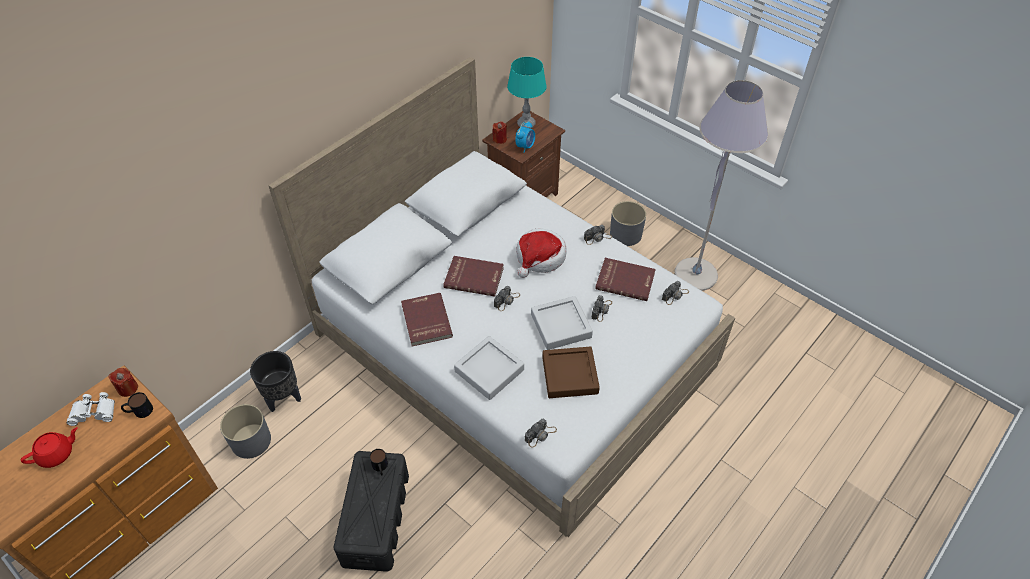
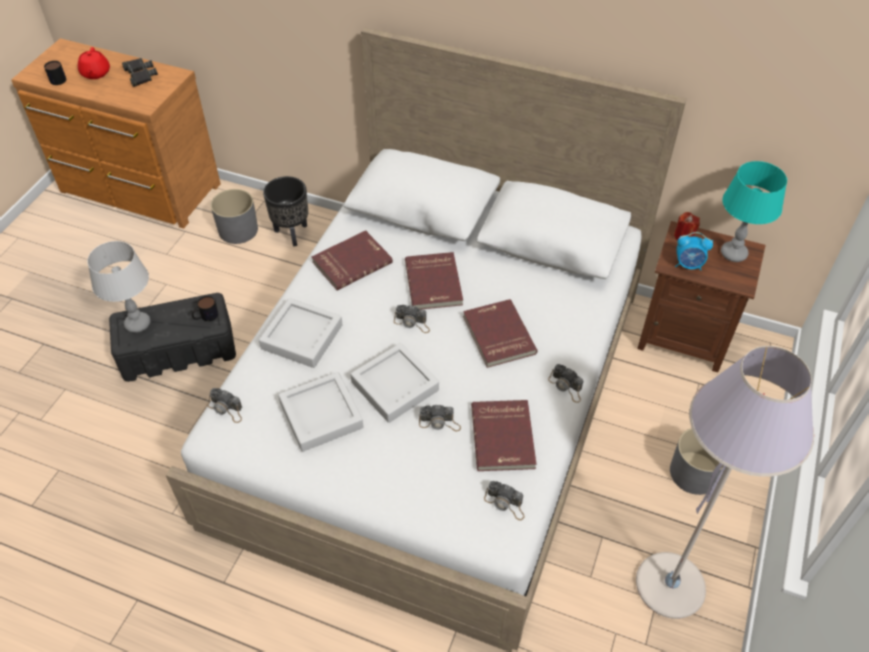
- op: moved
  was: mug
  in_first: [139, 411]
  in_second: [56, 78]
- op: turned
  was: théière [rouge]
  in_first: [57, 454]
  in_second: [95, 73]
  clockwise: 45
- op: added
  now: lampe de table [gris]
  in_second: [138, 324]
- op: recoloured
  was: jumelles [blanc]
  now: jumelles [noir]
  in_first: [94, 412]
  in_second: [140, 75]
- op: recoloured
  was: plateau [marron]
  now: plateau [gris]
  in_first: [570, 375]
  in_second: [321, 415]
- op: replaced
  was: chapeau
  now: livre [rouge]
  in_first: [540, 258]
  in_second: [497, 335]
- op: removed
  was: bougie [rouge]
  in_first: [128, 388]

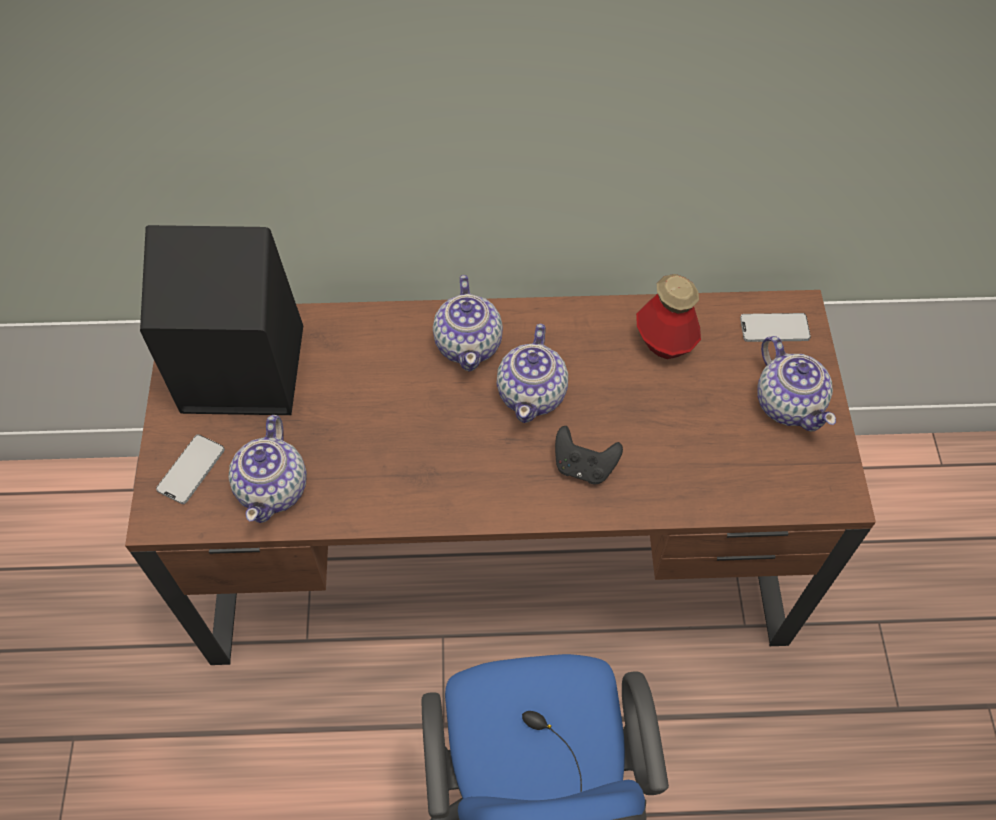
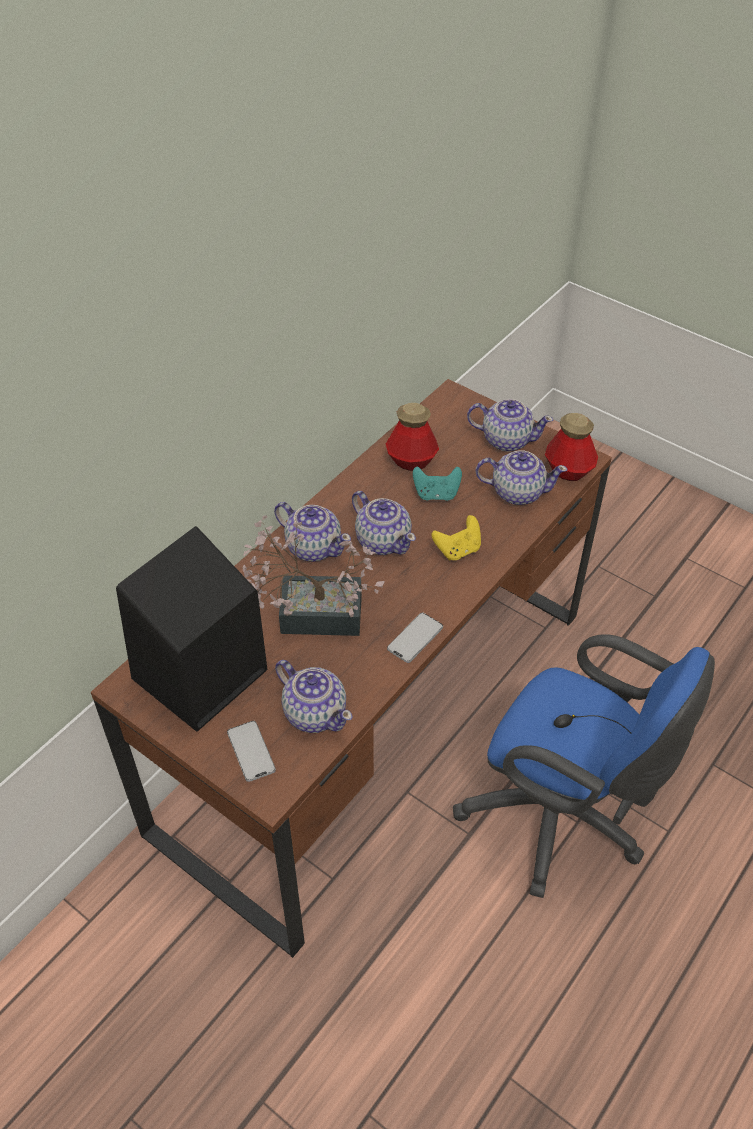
- op: added
  now: plante en pot
  in_second: [310, 613]
- op: moved
  was: téléphone
  in_first: [774, 328]
  in_second: [415, 638]
- op: added
  now: manette [turquoise]
  in_second: [436, 494]
- op: recoloured
  was: manette [noir]
  now: manette [jaune]
  in_first: [583, 466]
  in_second: [458, 550]
- op: added
  now: théière
  in_second: [517, 492]
- op: added
  now: bouteille
  in_second: [568, 470]

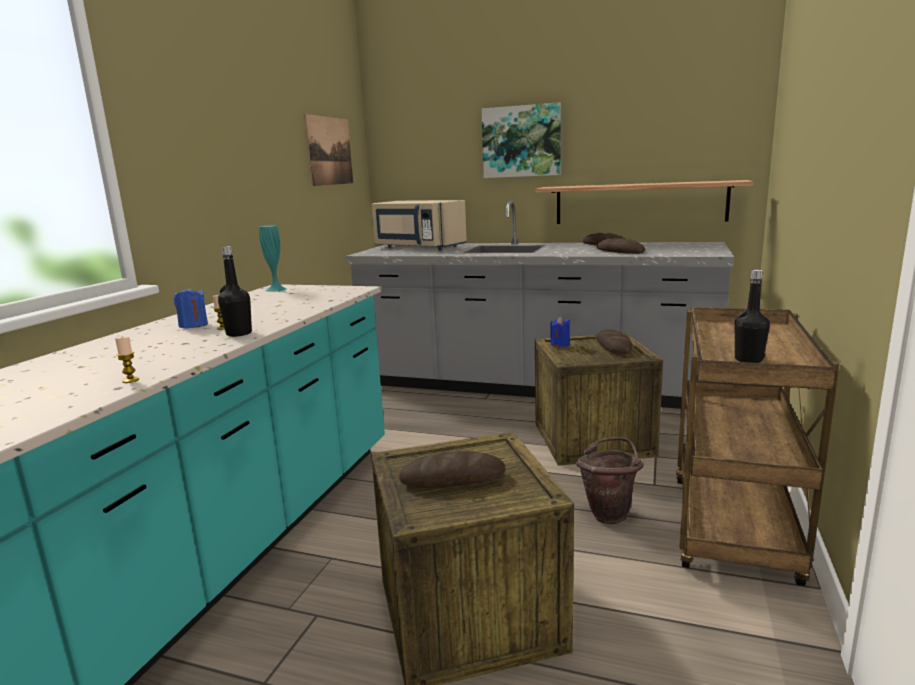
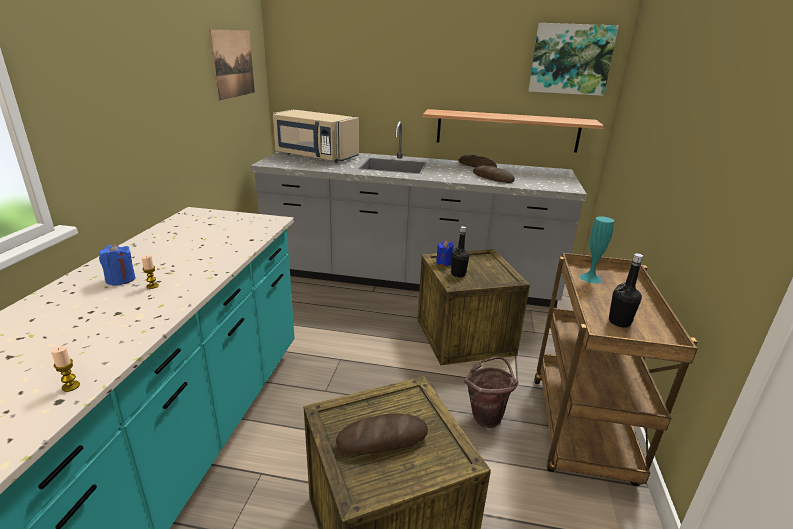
- op: moved
  was: bouteille [noir]
  in_first: [239, 333]
  in_second: [458, 274]
- op: moved
  was: tableau
  in_first: [521, 141]
  in_second: [571, 59]
- op: moved
  was: vase [turquoise]
  in_first: [276, 289]
  in_second: [590, 278]
- op: removed
  was: pain
  in_first: [613, 346]

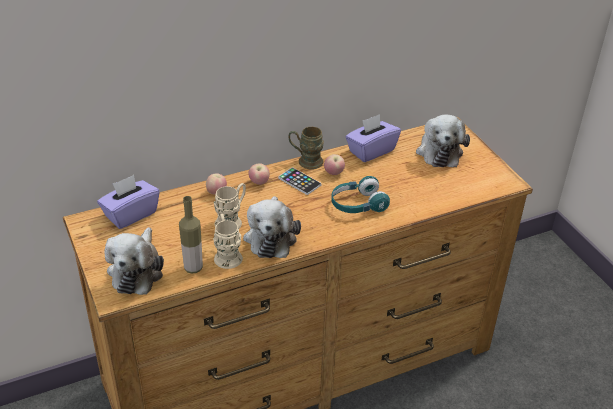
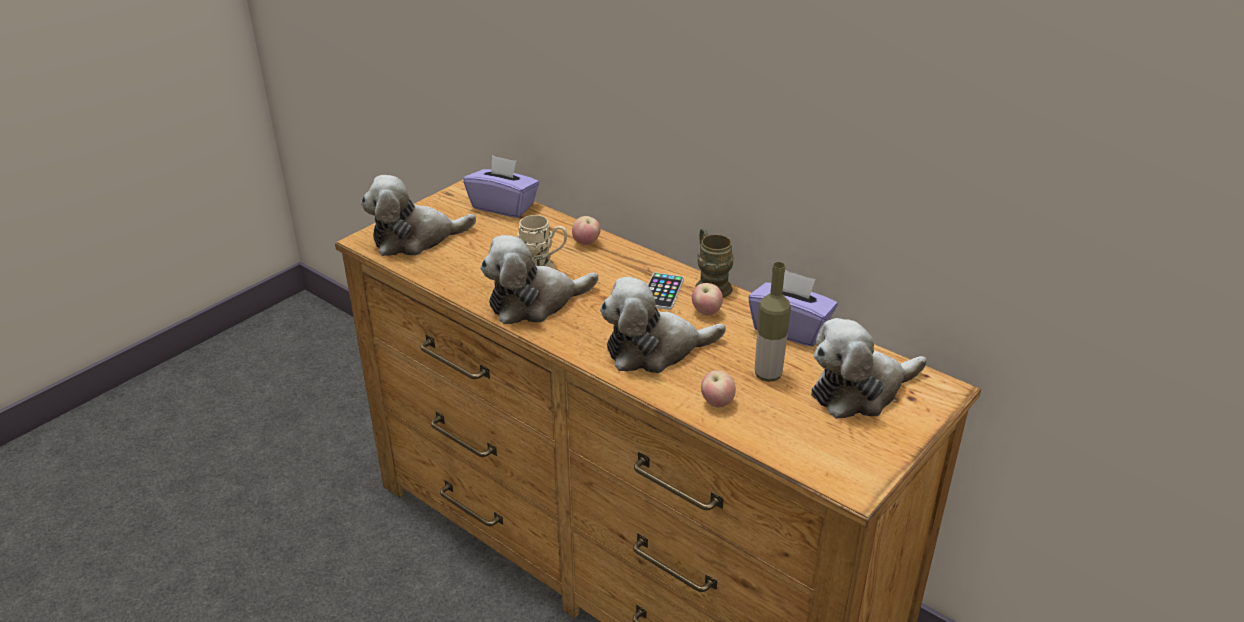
- op: replaced
  was: casque audio [turquoise]
  now: peluche
  in_first: [357, 205]
  in_second: [655, 350]
- op: moved
  was: pomme
  in_first: [259, 182]
  in_second: [717, 403]
- op: moved
  was: bouteille
  in_first: [193, 268]
  in_second: [768, 375]
- op: removed
  was: mug [beige]
  in_first: [227, 254]

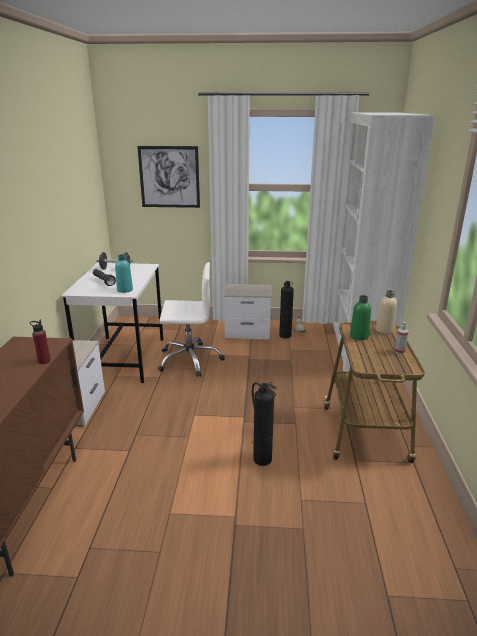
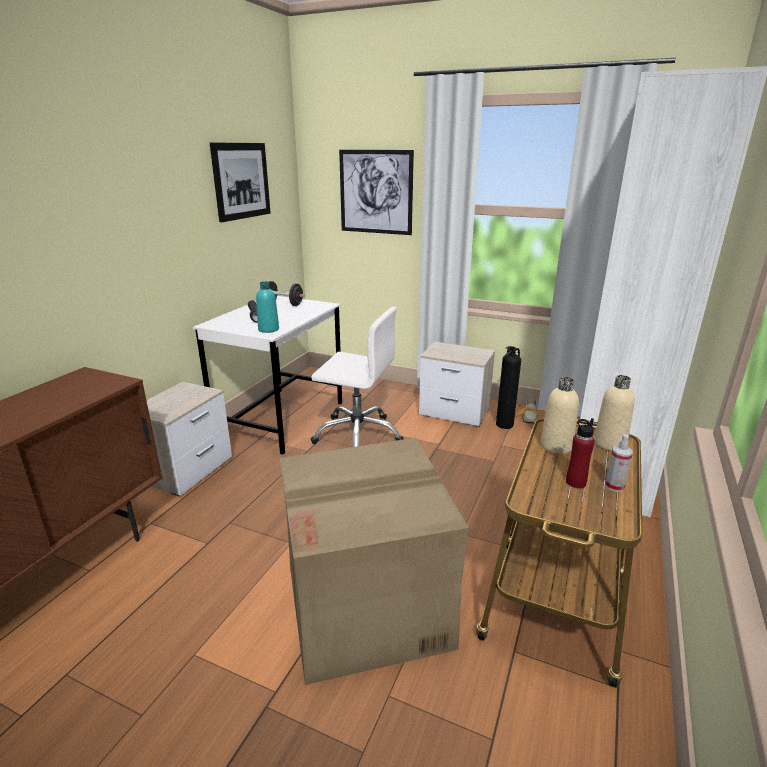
- op: added
  now: tableau
  in_second: [241, 181]
- op: replaced
  was: extincteur
  now: carton
  in_first: [261, 459]
  in_second: [368, 605]
- op: recoloured
  was: bouteille [vert]
  now: bouteille [beige]
  in_first: [359, 336]
  in_second: [556, 446]
- op: moved
  was: bouteille [rouge]
  in_first: [44, 361]
  in_second: [575, 482]

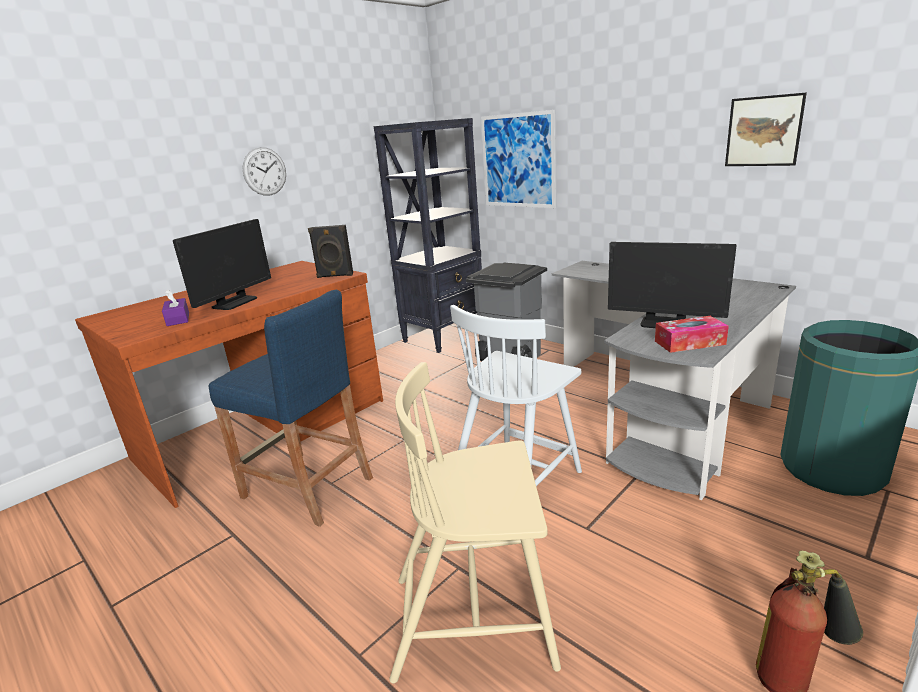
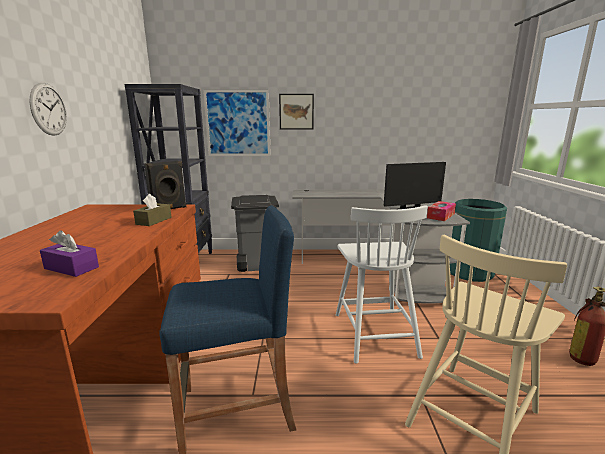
- op: added
  now: boîte à mouchoirs [marron]
  in_second: [154, 221]
- op: moved
  was: tableau
  in_first: [763, 131]
  in_second: [296, 111]
- op: removed
  was: écran d'ordinateur
  in_first: [234, 303]

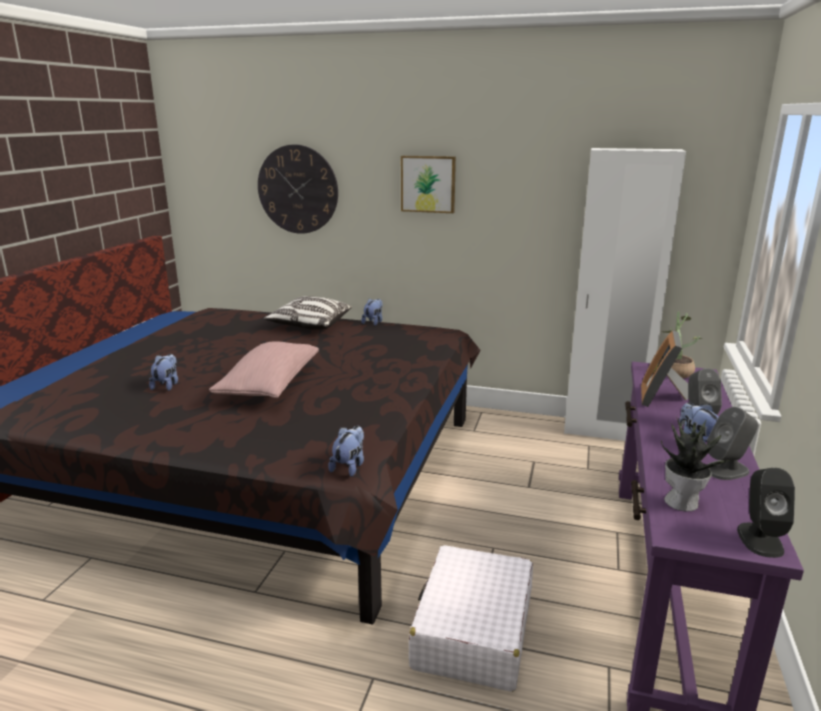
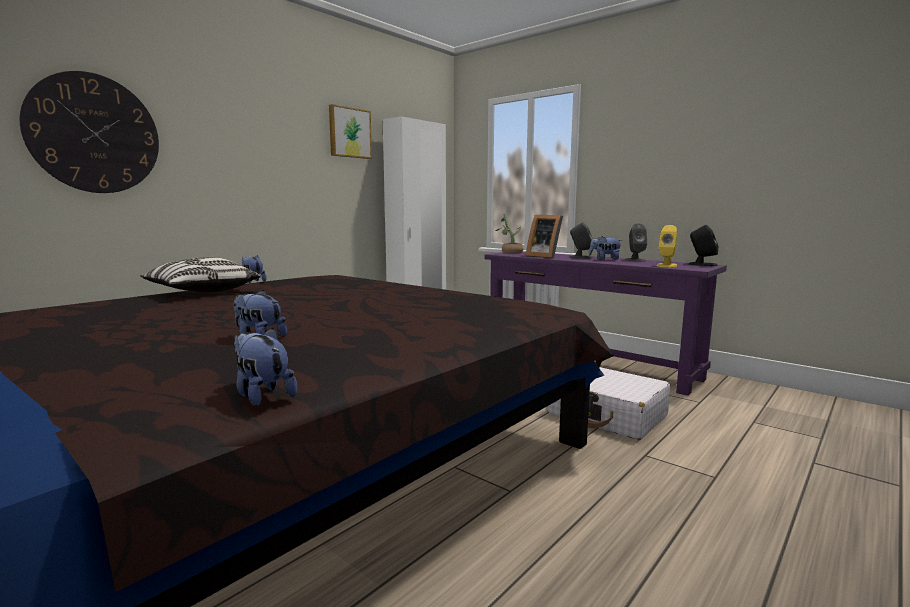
- op: moved
  was: peluche
  in_first: [349, 466]
  in_second: [262, 395]
- op: moved
  was: tableau
  in_first: [428, 184]
  in_second: [349, 133]
- op: replaced
  was: plante en pot
  now: enceinte [jaune]
  in_first: [682, 502]
  in_second: [666, 265]
- op: removed
  was: coussin [rose]
  in_first: [269, 385]

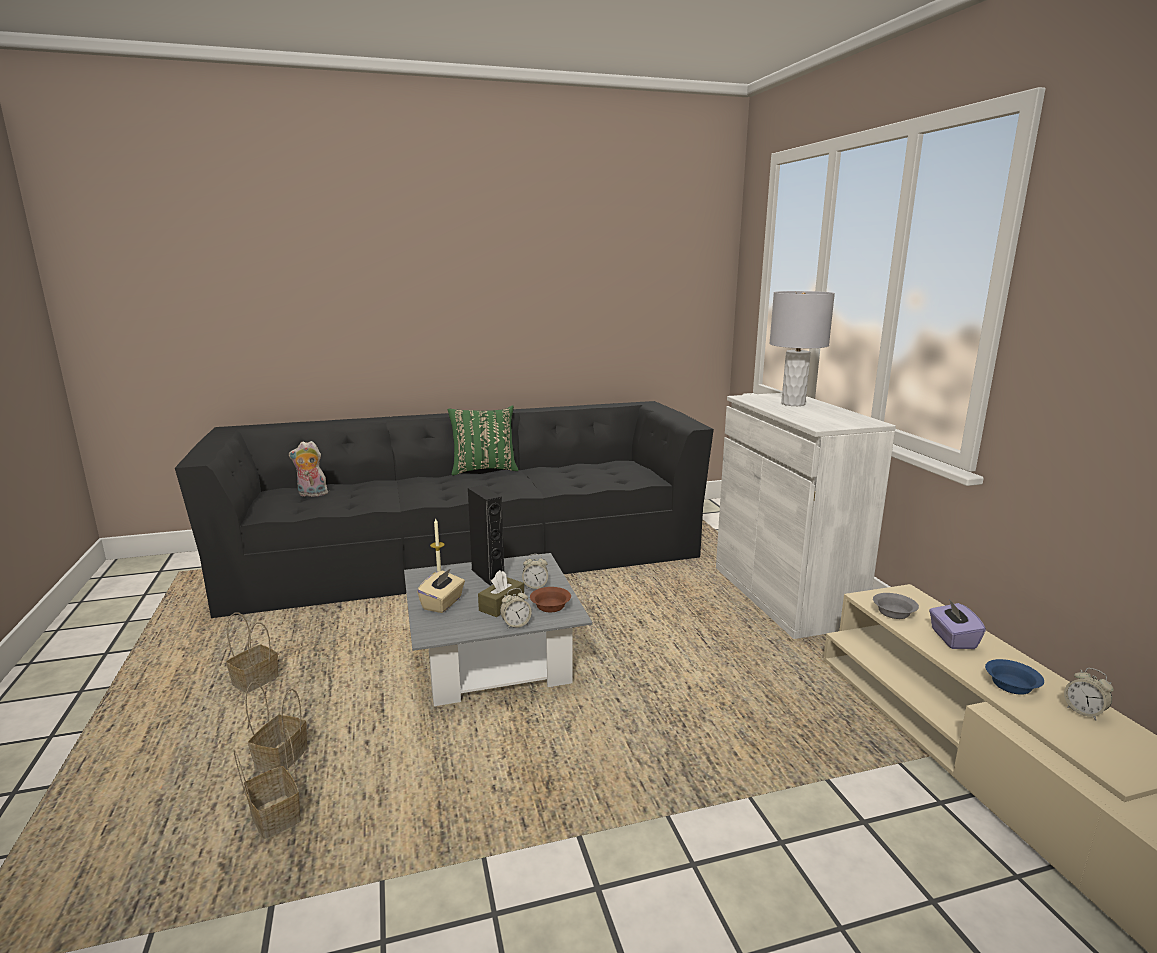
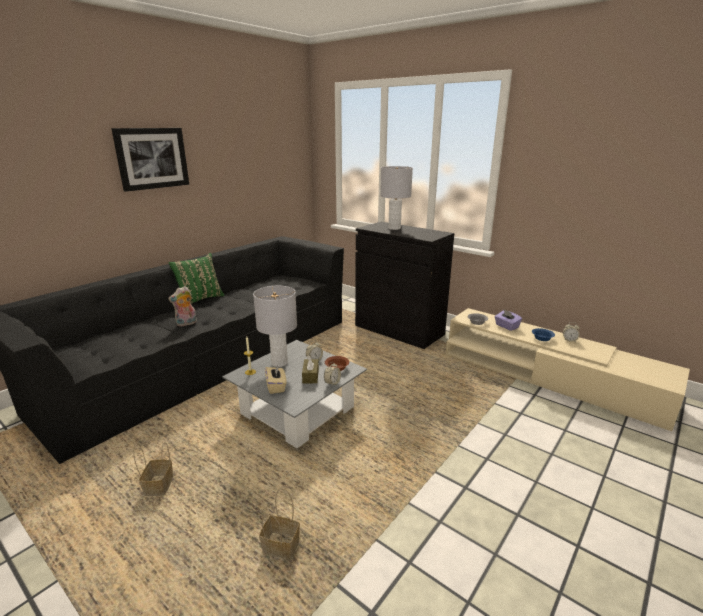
- op: added
  now: tableau
  in_second: [152, 158]
- op: moved
  was: peluche
  in_first: [311, 494]
  in_second: [186, 324]
- op: replaced
  was: enceinte [noir]
  now: lampe de table [gris]
  in_first: [488, 575]
  in_second: [279, 362]
- op: recoloured
  was: meuble de rangement [blanc]
  now: meuble de rangement [noir]
  in_first: [784, 596]
  in_second: [399, 330]
- op: removed
  was: panier
  in_first: [282, 757]

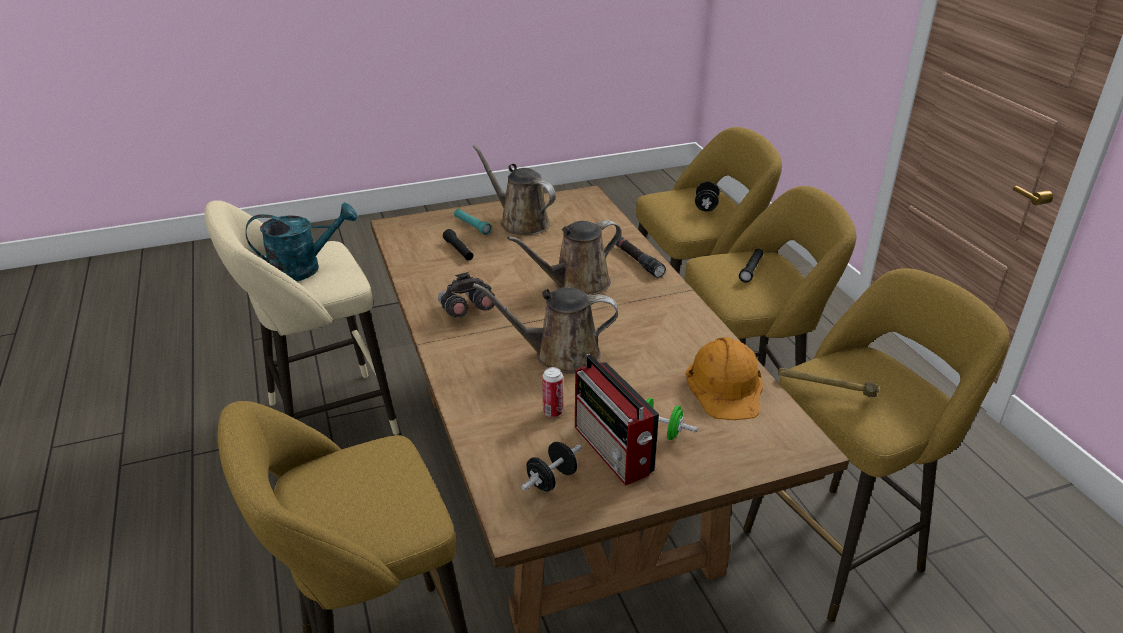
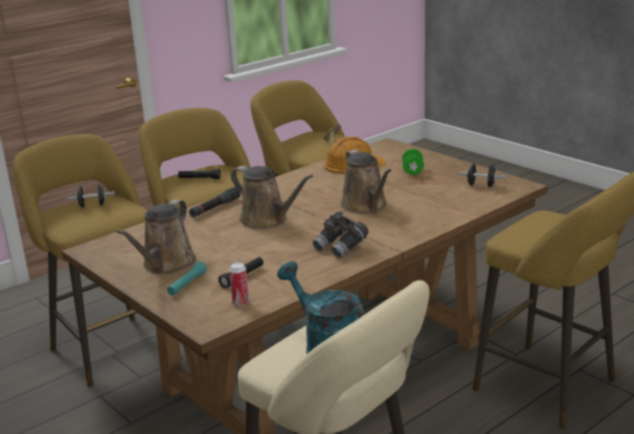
- op: moved
  was: boîte métallique
  in_first: [552, 412]
  in_second: [240, 303]
- op: removed
  was: radio
  in_first: [613, 451]

